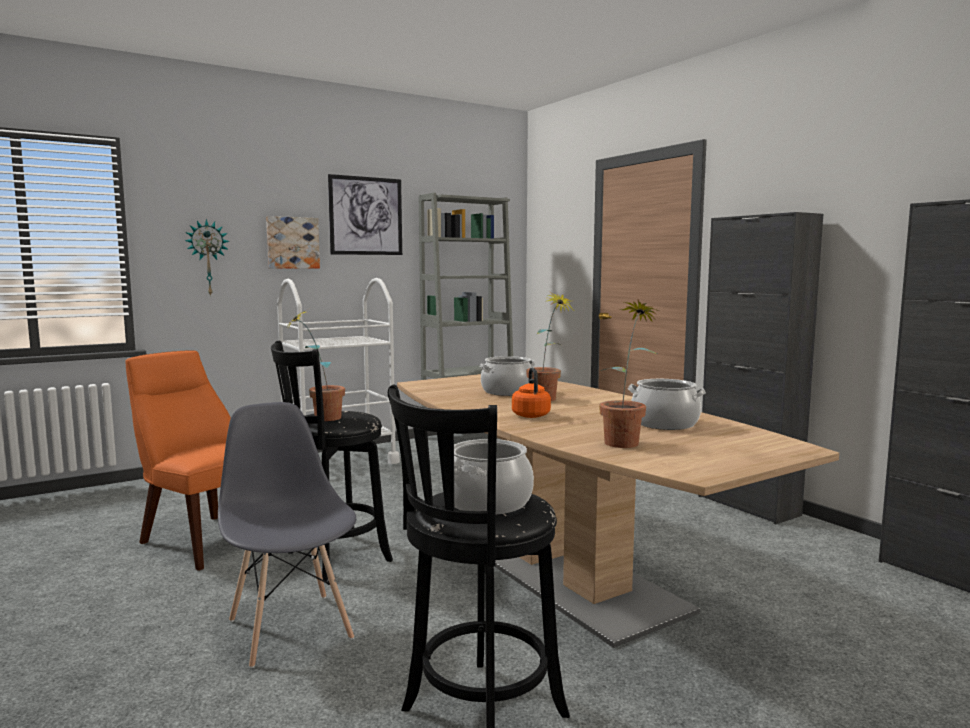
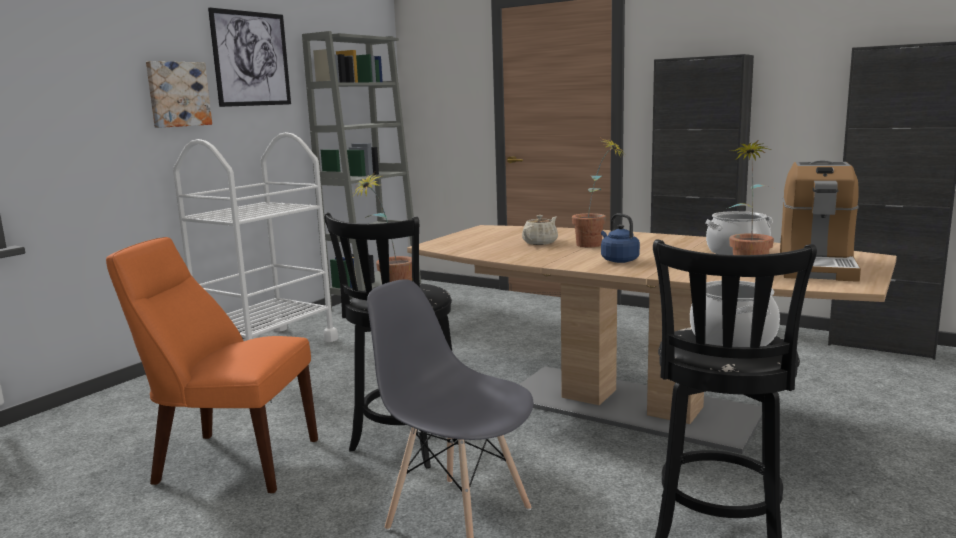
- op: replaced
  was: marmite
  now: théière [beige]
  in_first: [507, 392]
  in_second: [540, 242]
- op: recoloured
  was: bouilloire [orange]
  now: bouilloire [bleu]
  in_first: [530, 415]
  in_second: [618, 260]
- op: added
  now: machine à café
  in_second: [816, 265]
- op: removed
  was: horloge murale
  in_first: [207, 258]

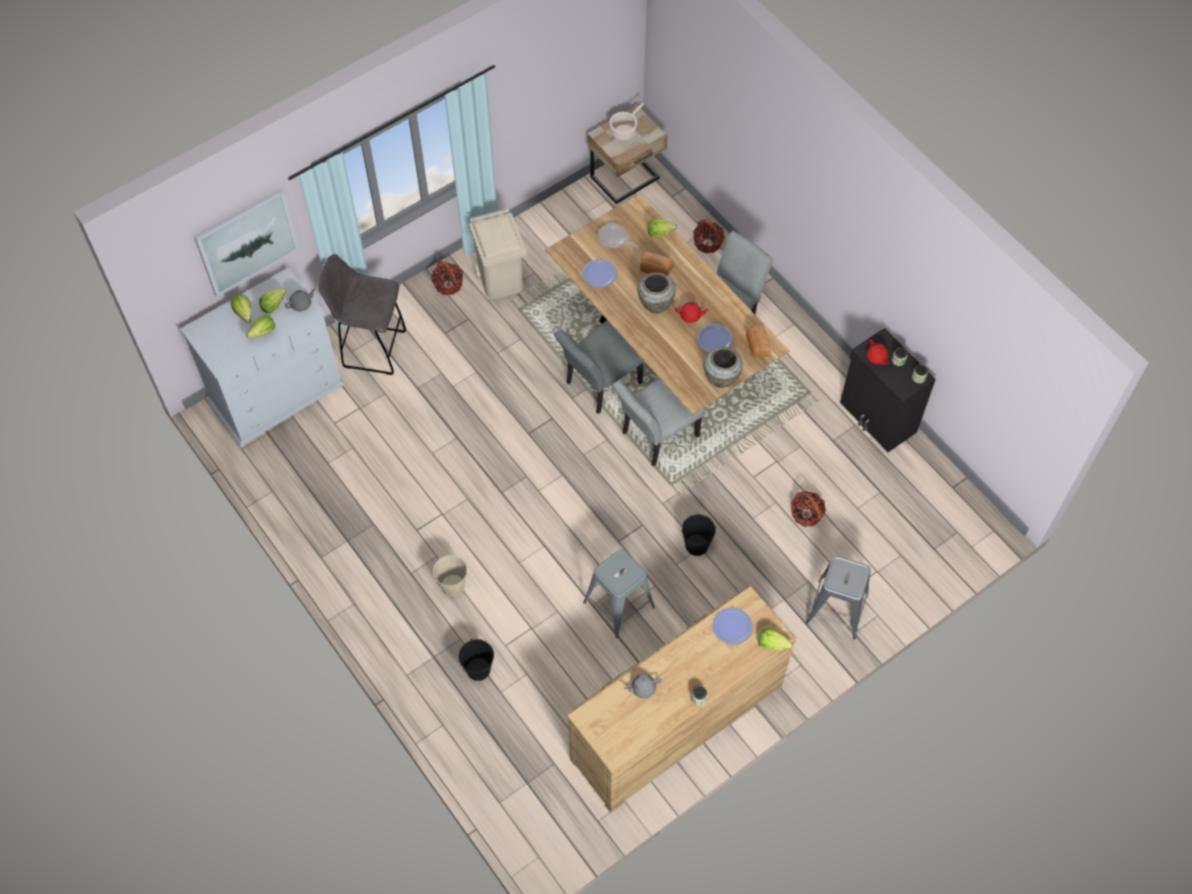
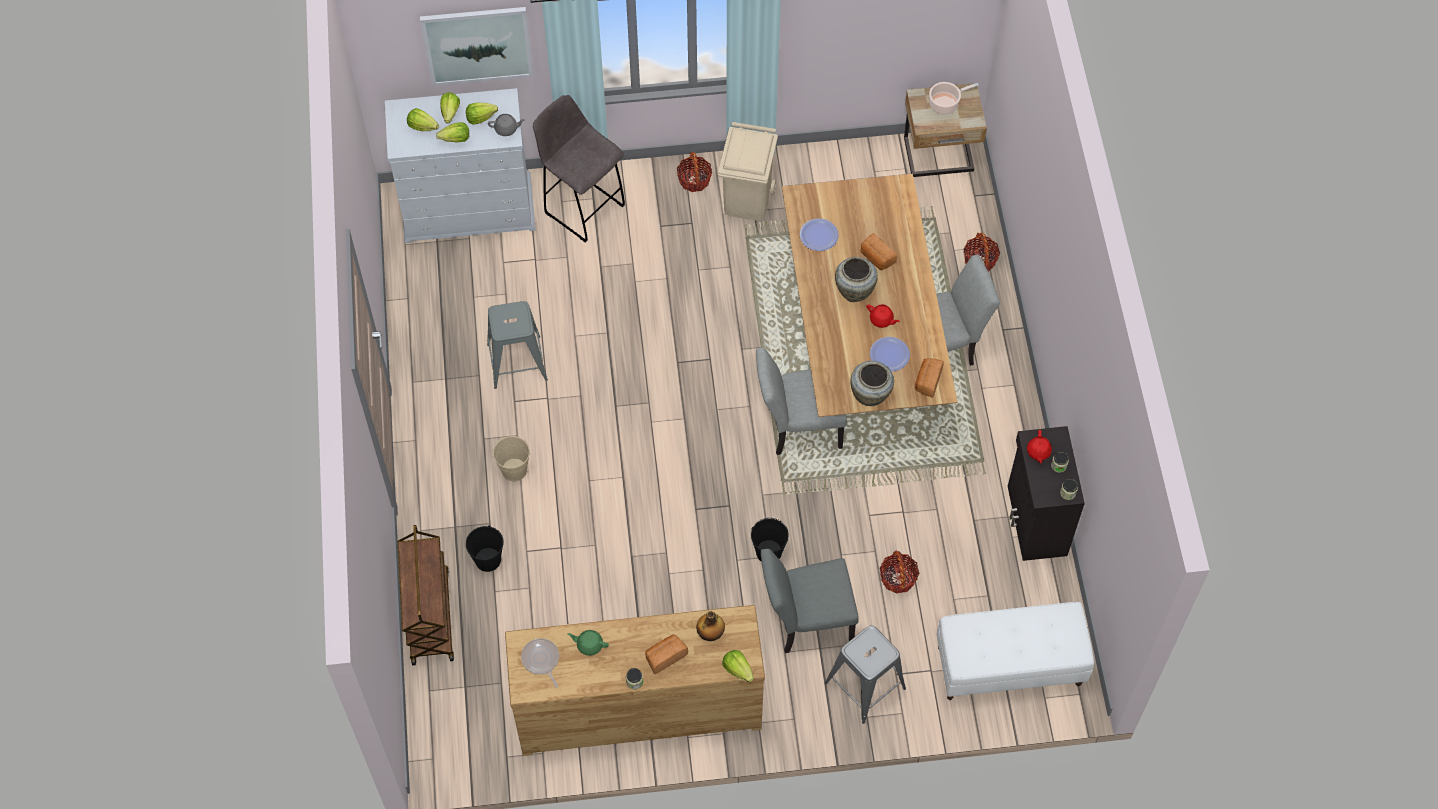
- op: added
  now: chariot [marron]
  in_second: [429, 616]
- op: moved
  was: laitue
  in_first: [659, 233]
  in_second: [422, 126]
- op: moved
  was: tabouret [gris]
  in_first: [619, 604]
  in_second: [517, 361]
- op: moved
  was: poêle
  in_first: [614, 238]
  in_second: [541, 660]
- op: recoloured
  was: théière [gris]
  now: théière [vert]
  in_first: [642, 688]
  in_second: [589, 645]
- op: added
  now: pain
  in_second: [665, 656]
- op: replaced
  was: assiette
  now: bouteille
  in_first: [732, 626]
  in_second: [711, 633]
- op: moved
  was: chaise [gris]
  in_first: [599, 385]
  in_second: [805, 621]
- op: added
  now: banc [blanc]
  in_second: [1008, 666]

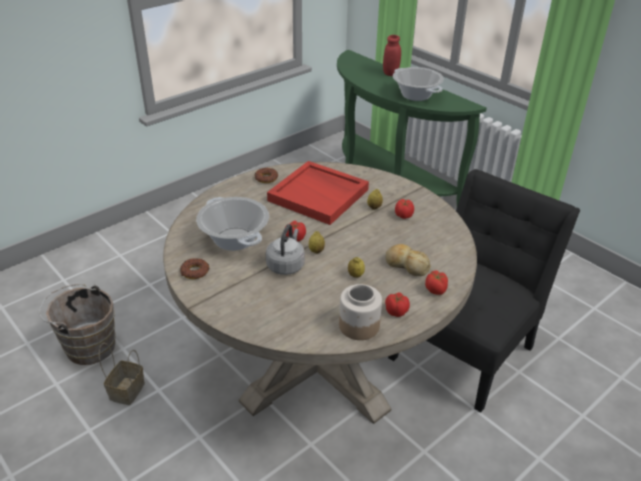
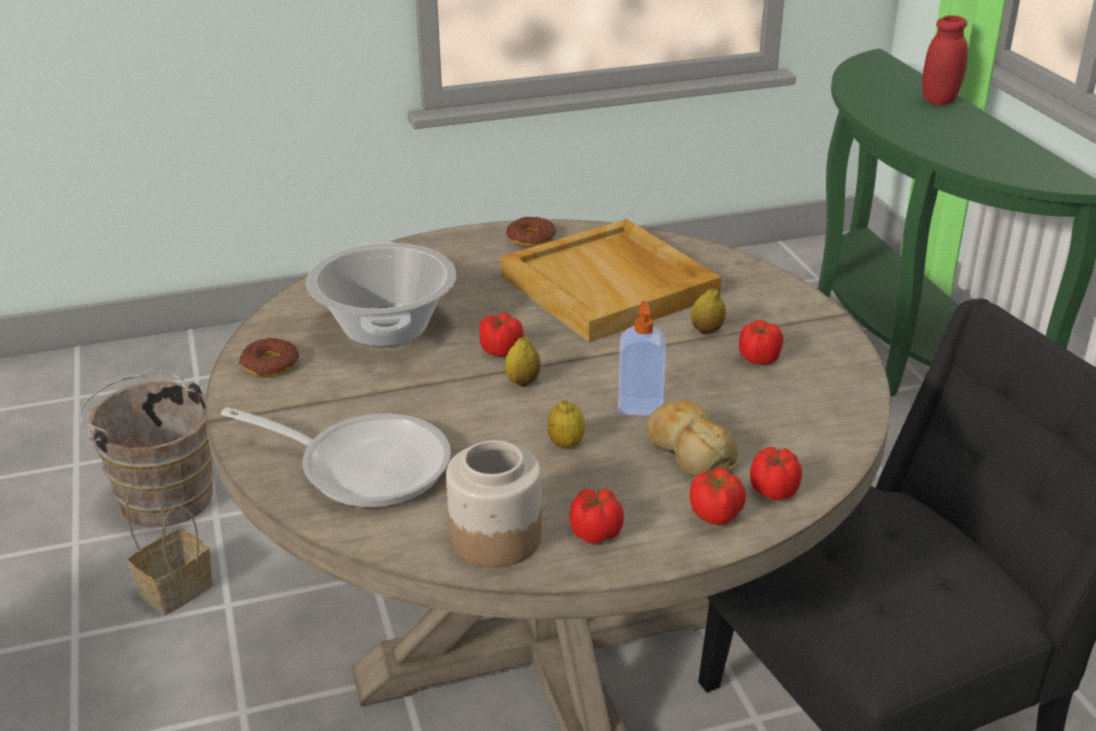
- op: added
  now: poêle
  in_second: [364, 466]
- op: recoloured
  was: plateau [rouge]
  now: plateau [beige]
  in_first: [319, 195]
  in_second: [611, 286]
- op: added
  now: distributeur de savon
  in_second: [640, 406]
- op: added
  now: tomate
  in_second: [773, 491]
- op: removed
  was: bouilloire [gris]
  in_first: [286, 265]
- op: removed
  was: marmite
  in_first: [416, 95]

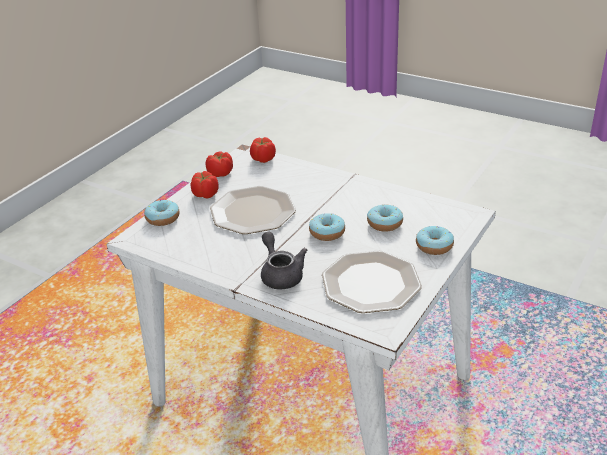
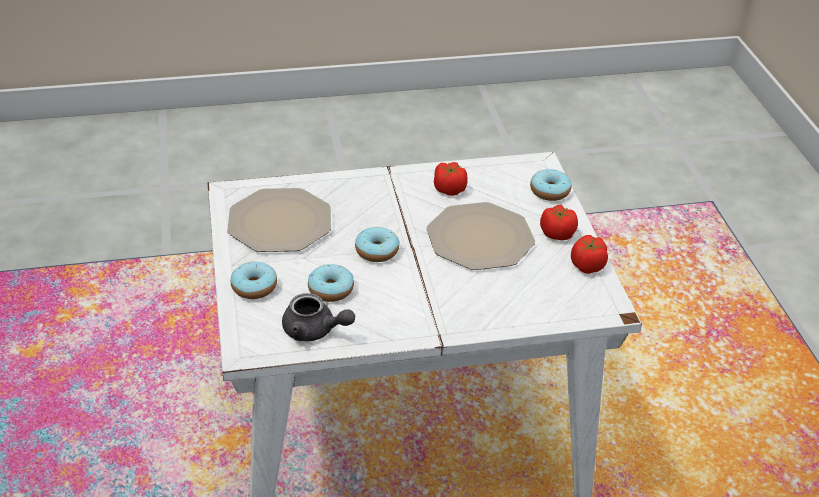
- op: moved
  was: théière [gris]
  in_first: [281, 274]
  in_second: [314, 331]
- op: moved
  was: tomate
  in_first: [263, 159]
  in_second: [449, 189]

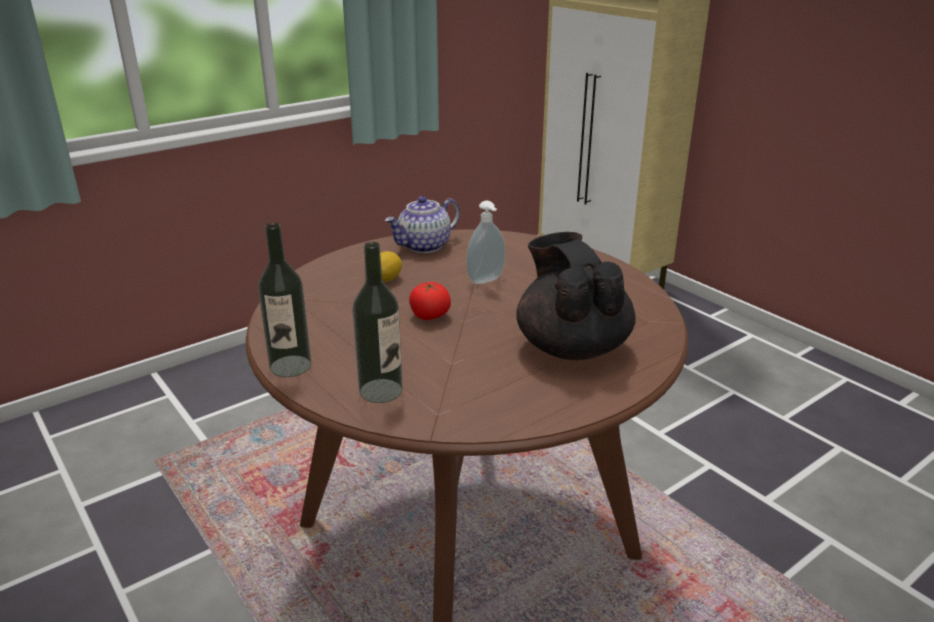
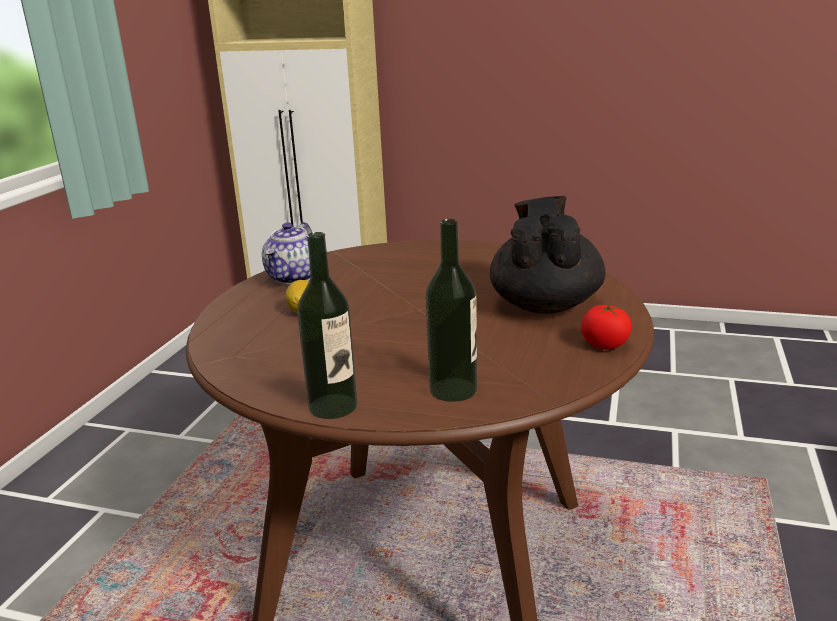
- op: turned
  was: théière [noir]
  in_first: [571, 346]
  in_second: [545, 304]
  clockwise: 60
- op: moved
  was: tomate
  in_first: [430, 316]
  in_second: [605, 345]
- op: removed
  was: distributeur de savon
  in_first: [487, 281]

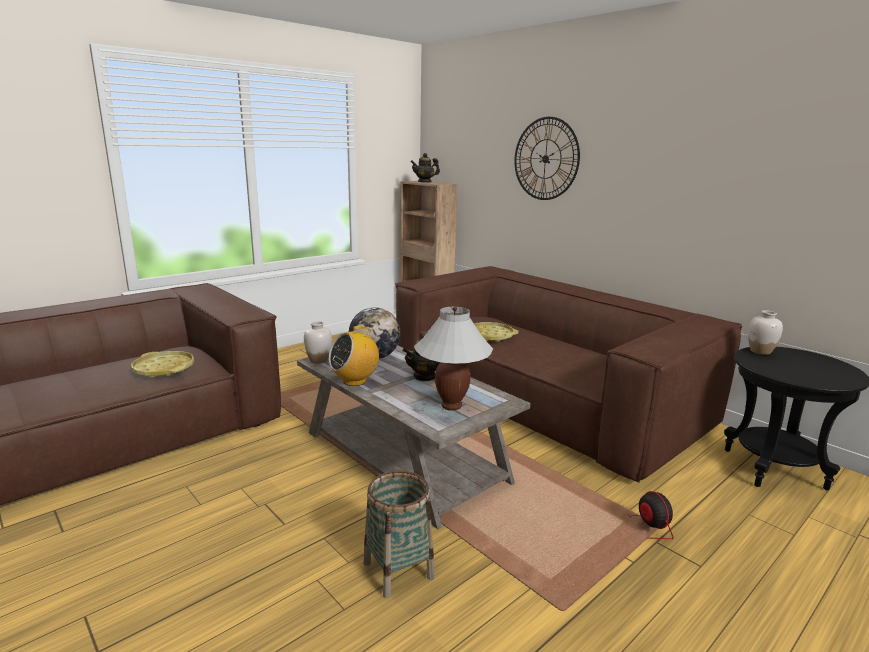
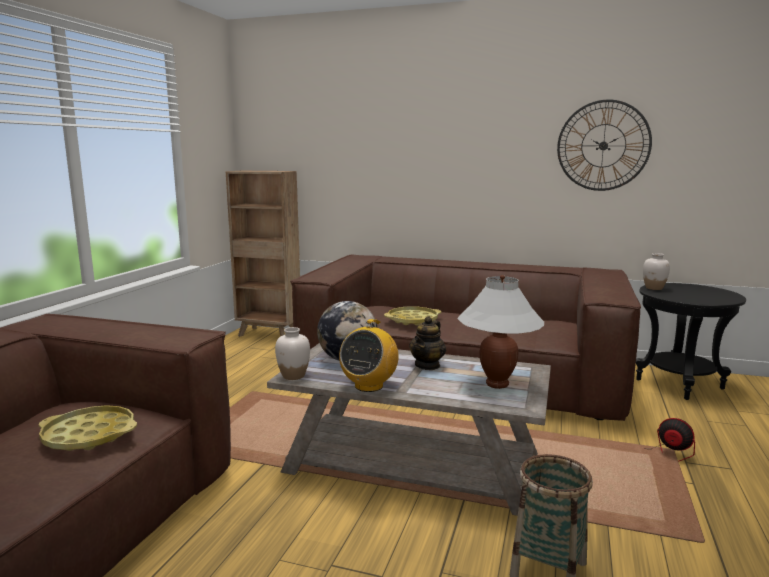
- op: moved
  was: horloge murale
  in_first: [545, 159]
  in_second: [603, 145]
- op: removed
  was: théière
  in_first: [425, 182]

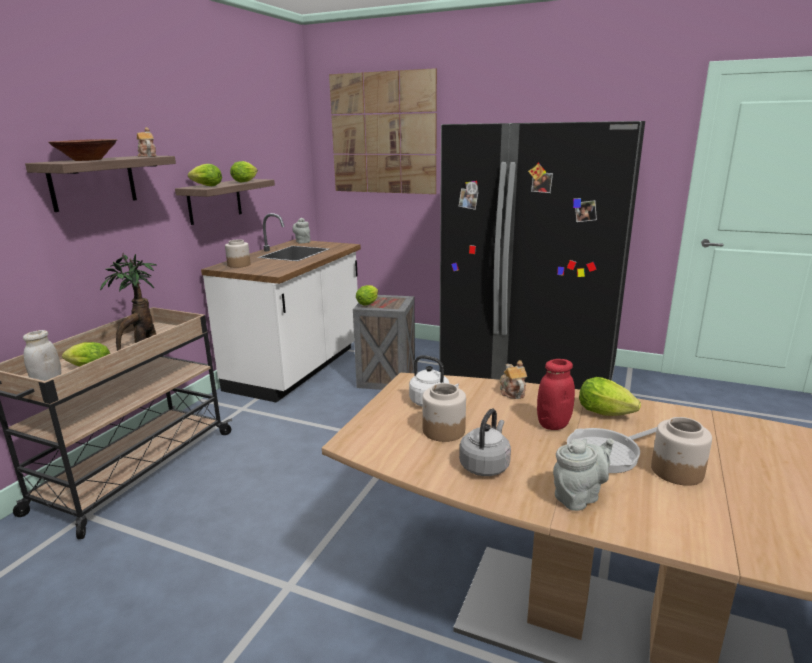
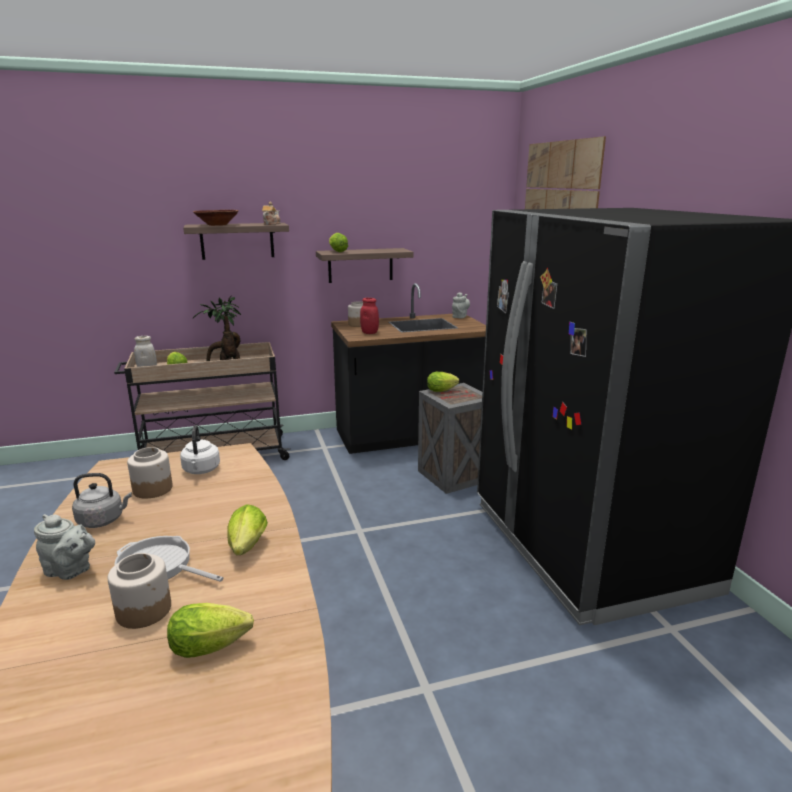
- op: moved
  was: laitue
  in_first: [246, 181]
  in_second: [214, 646]
- op: recoloured
  was: comptoir de cuisine [blanc]
  now: comptoir de cuisine [noir]
  in_first: [297, 369]
  in_second: [410, 436]
- op: moved
  was: bocal [rouge]
  in_first: [553, 424]
  in_second: [369, 332]
- op: removed
  was: théière
  in_first: [512, 392]

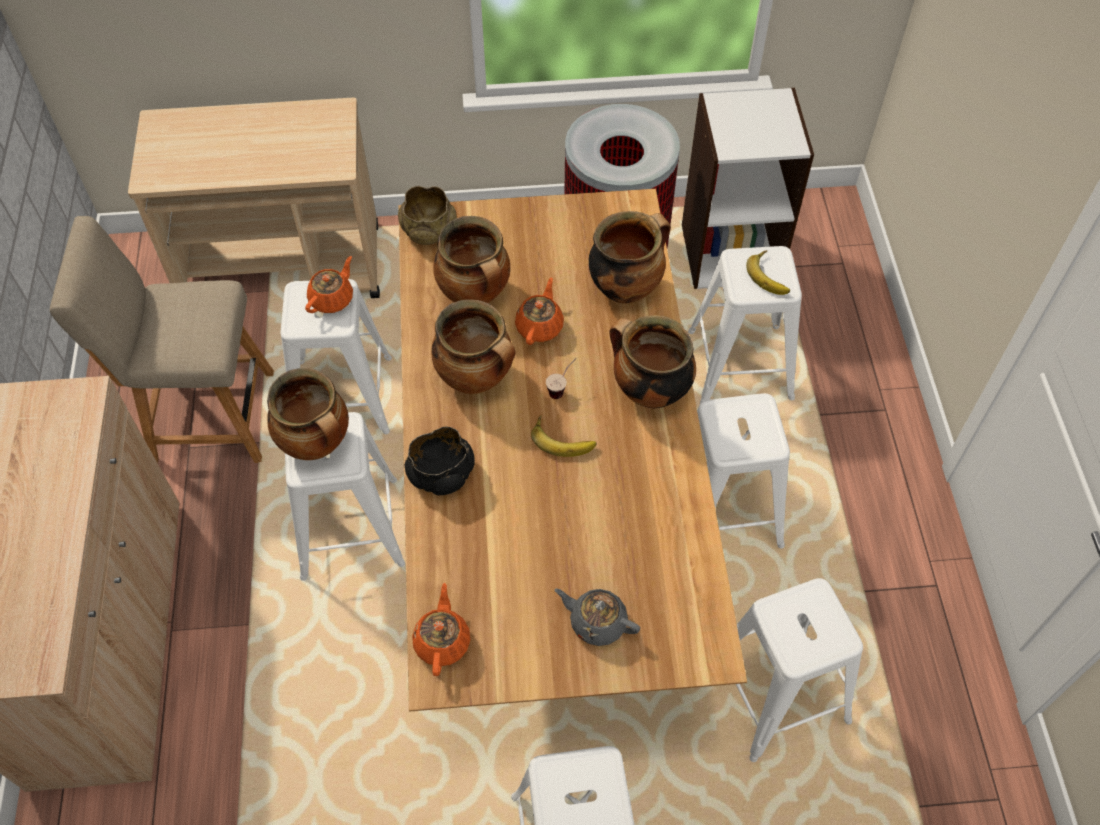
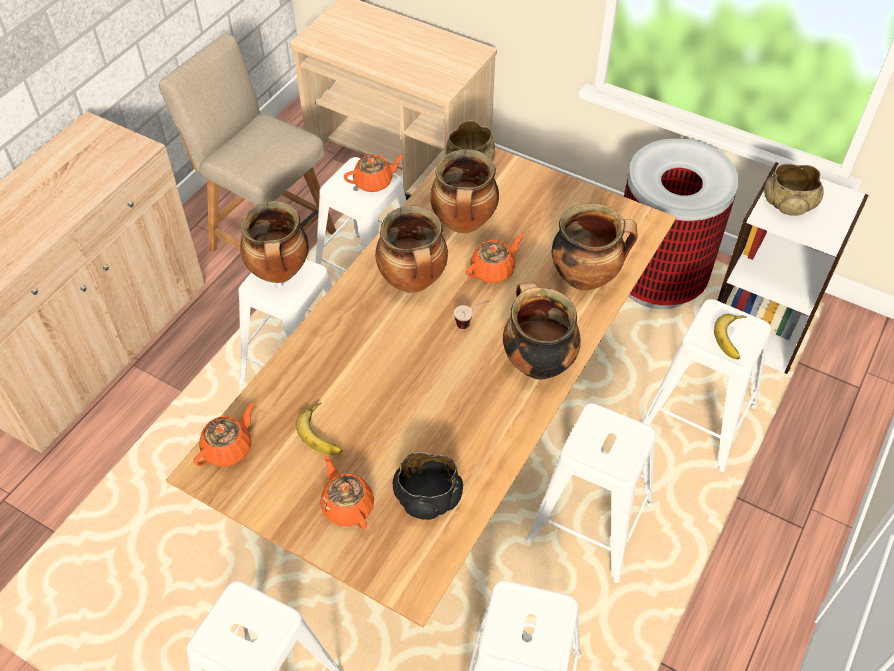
- op: moved
  was: banane
  in_first: [563, 438]
  in_second: [323, 432]
- op: recoloured
  was: théière [gris]
  now: théière [orange]
  in_first: [597, 622]
  in_second: [347, 505]
- op: moved
  was: bol [noir]
  in_first: [441, 474]
  in_second: [427, 497]
- op: added
  now: bol [beige]
  in_second: [788, 204]

